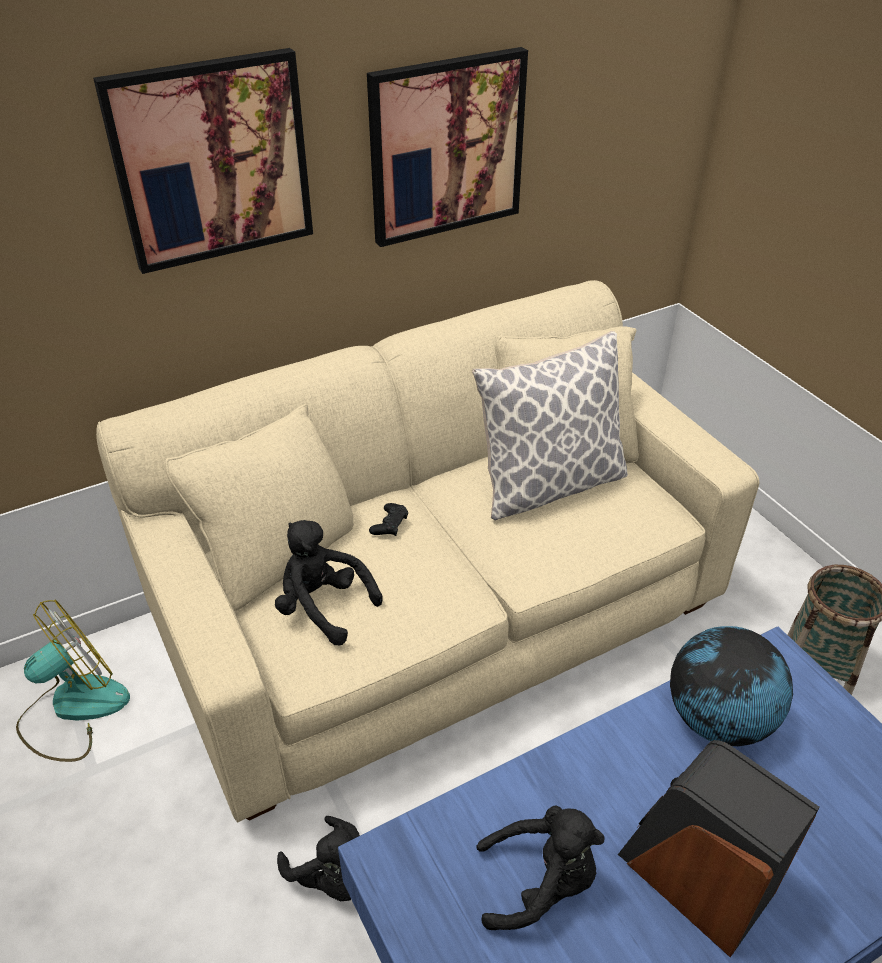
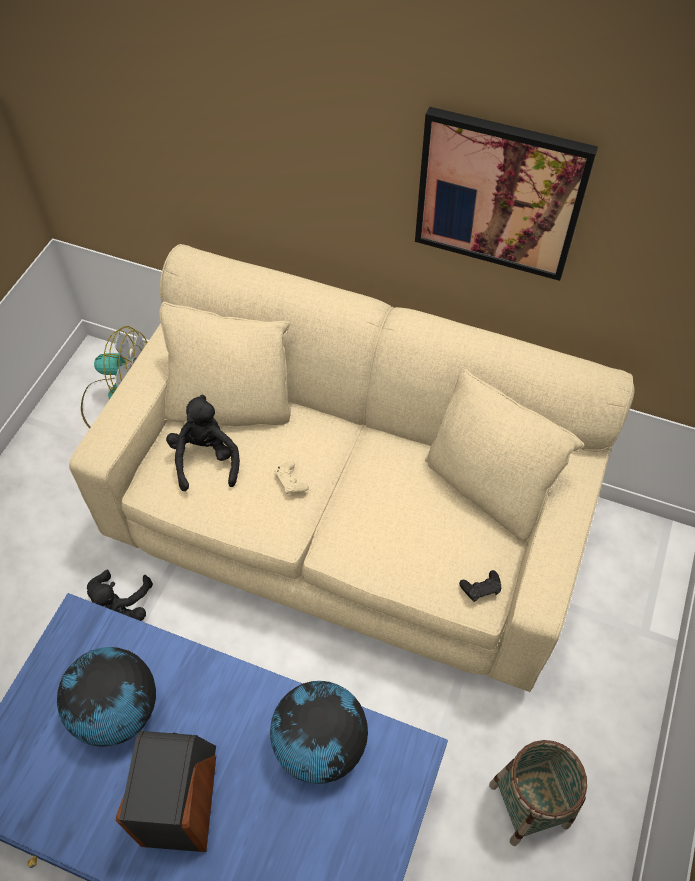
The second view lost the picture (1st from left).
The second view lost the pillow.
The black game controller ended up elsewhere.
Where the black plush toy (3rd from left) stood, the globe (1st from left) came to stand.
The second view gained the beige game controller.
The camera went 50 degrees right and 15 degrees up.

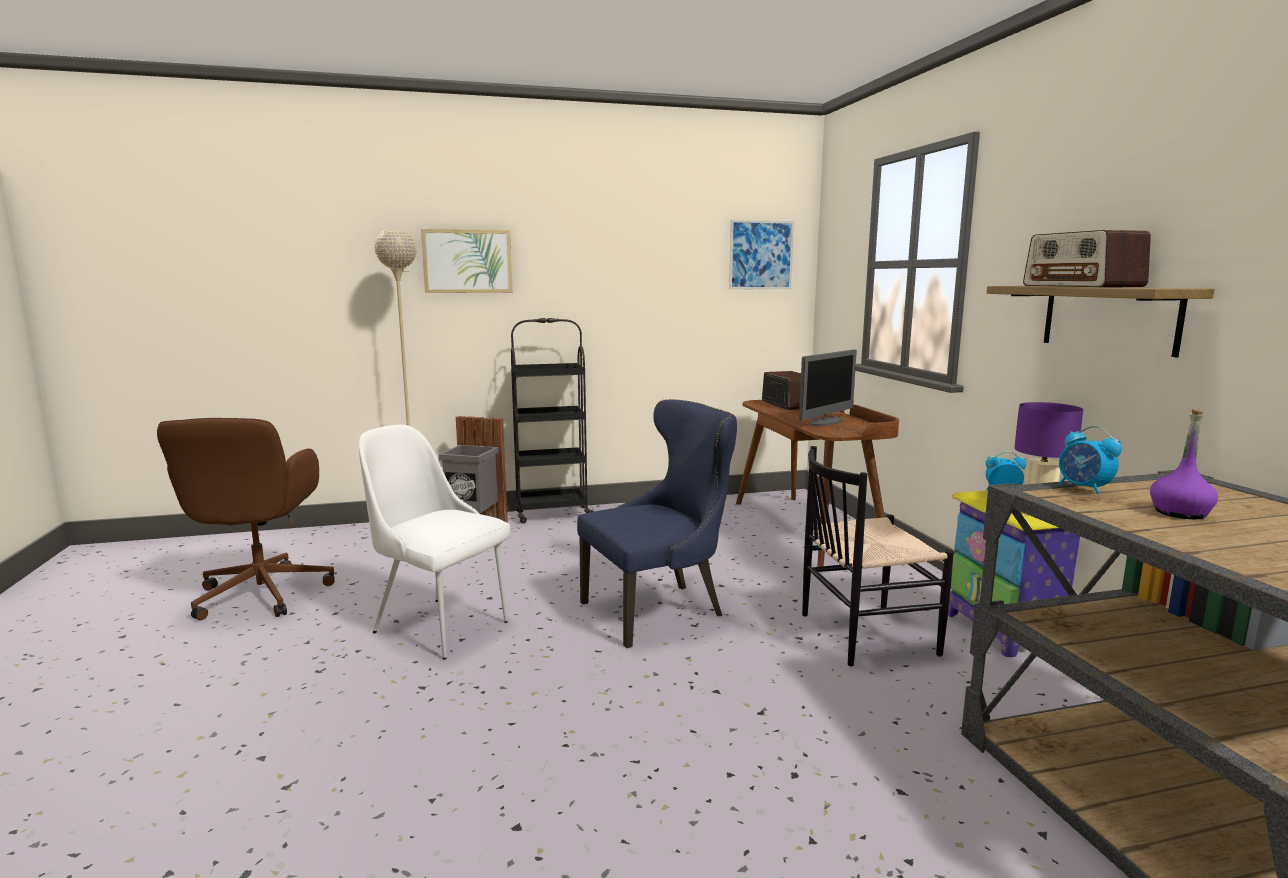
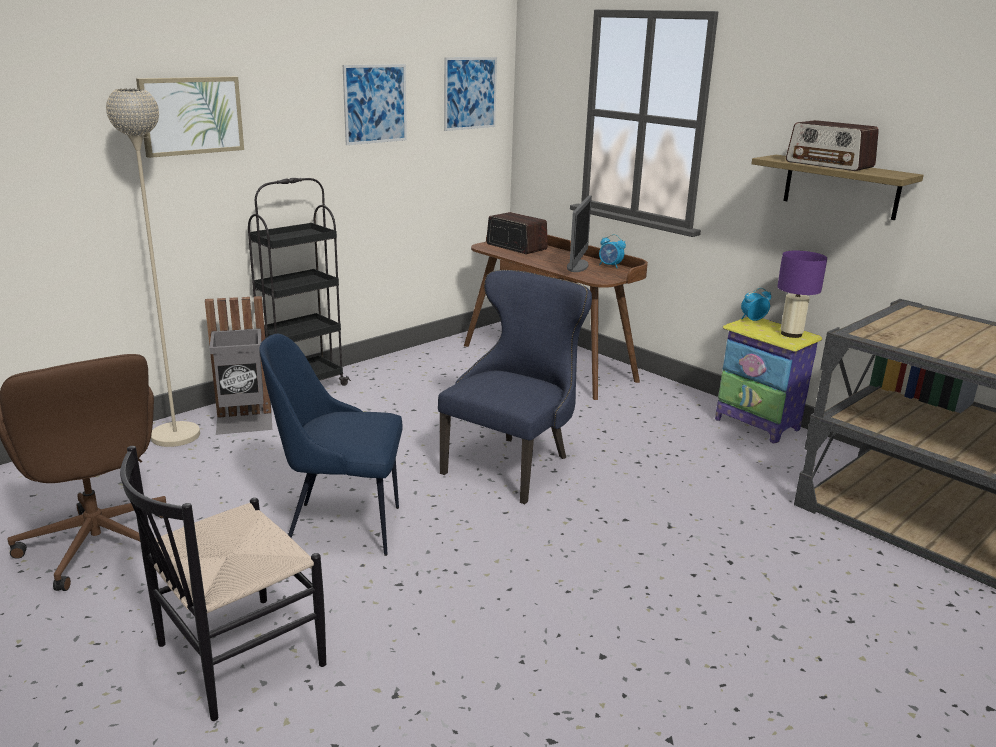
The second view lost the purple bottle.
What was the white chair turned into the blue chair (1st from left).
The alarm clock (2nd from left in the first image) ended up elsewhere.
The black chair ended up elsewhere.
The second view gained the picture (2nd from left).
The camera went 30 degrees left and 10 degrees up.

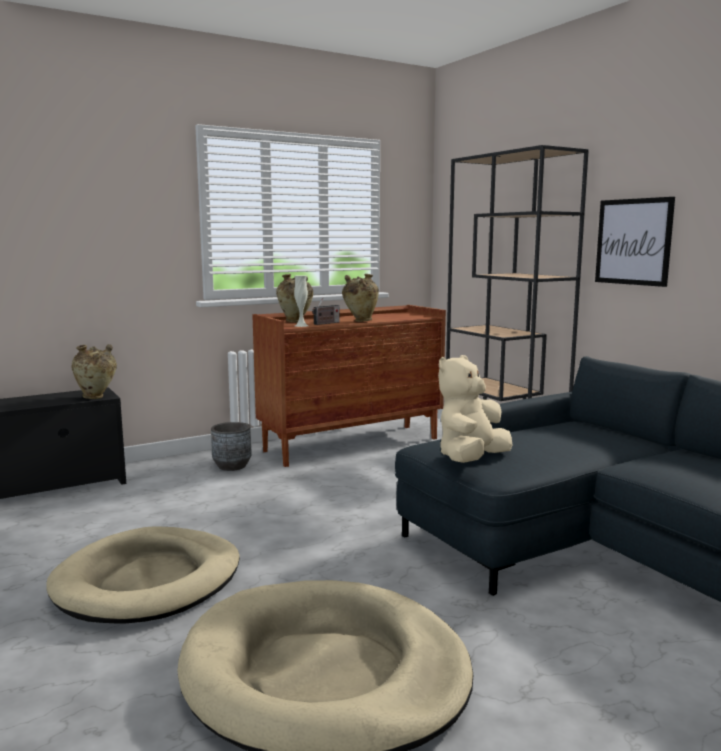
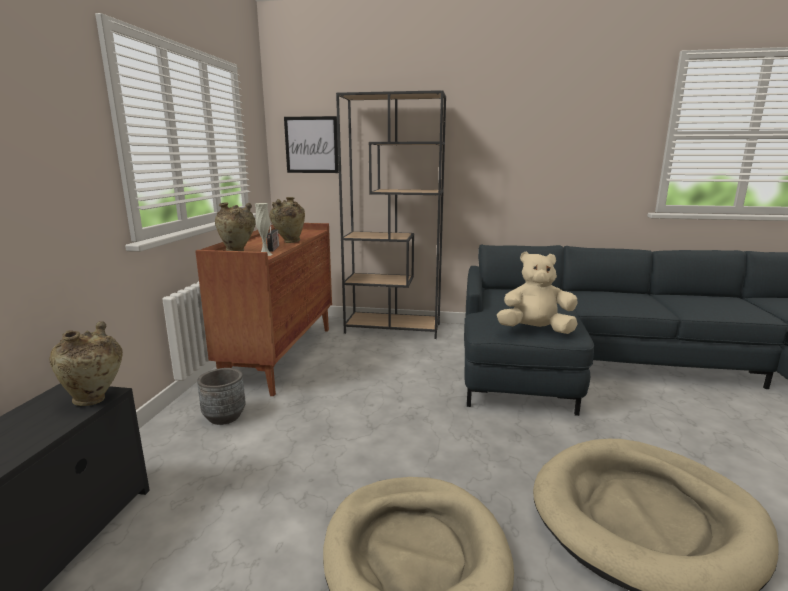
The picture ended up elsewhere.
The beige plush toy ended up facing another way, 105 degrees clockwise from before.
The camera went 50 degrees left and 5 degrees up.

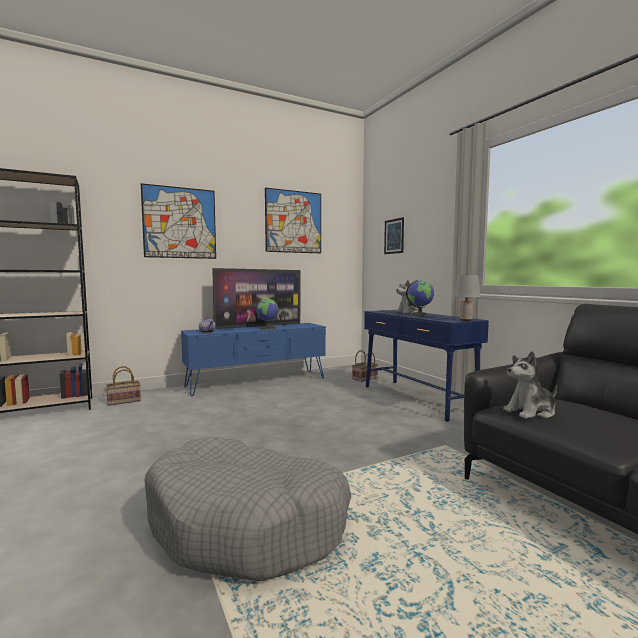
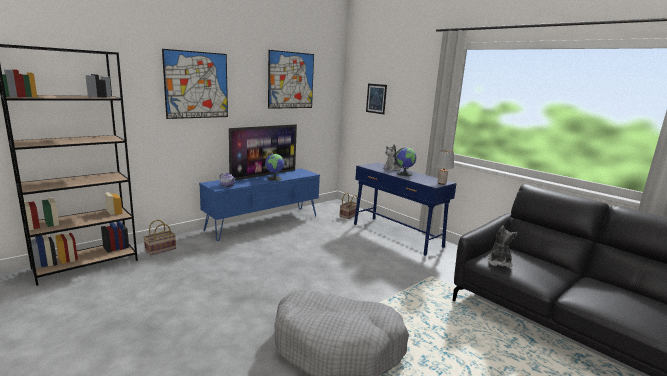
The plush toy (2nd from left) ended up facing another way, 135 degrees clockwise from before.
The camera went 15 degrees left and 10 degrees up.

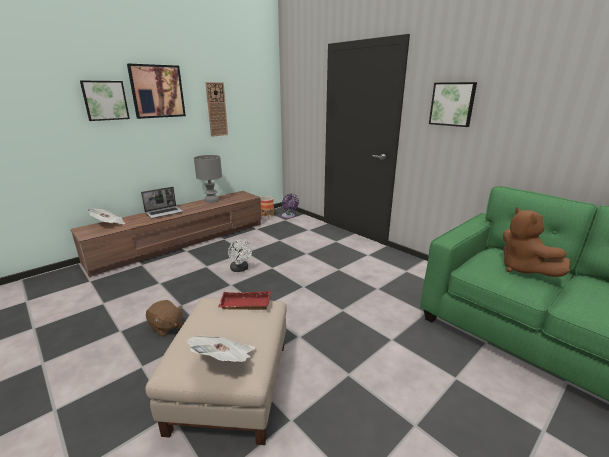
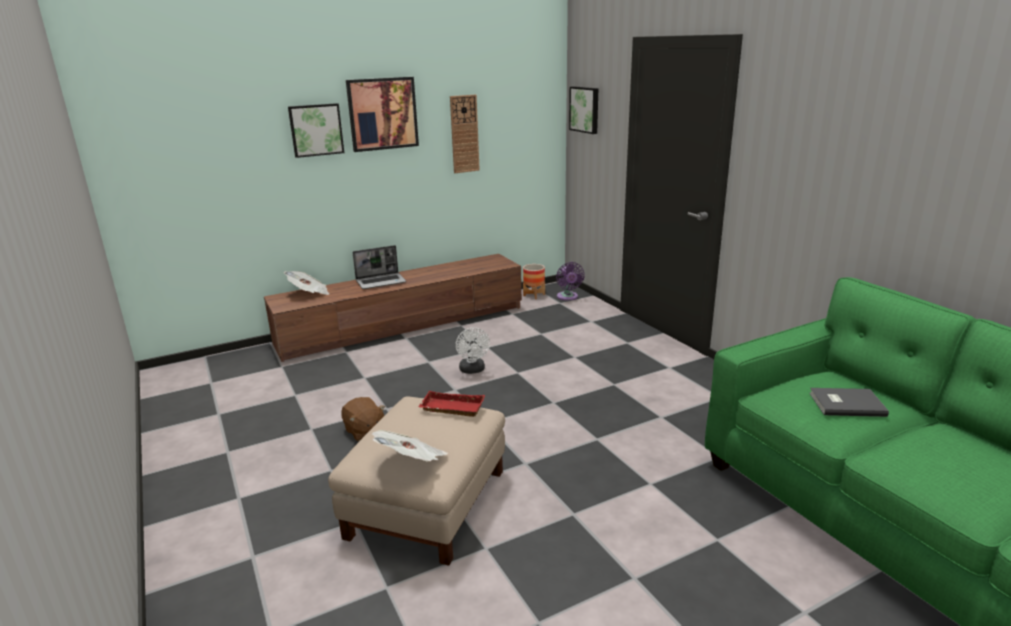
The picture (3rd from left) ended up elsewhere.
The second view lost the grey table lamp.
Where the brown plush toy (2nd from left) stood, the grey book came to stand.
The camera went 15 degrees right and 0 degrees up.

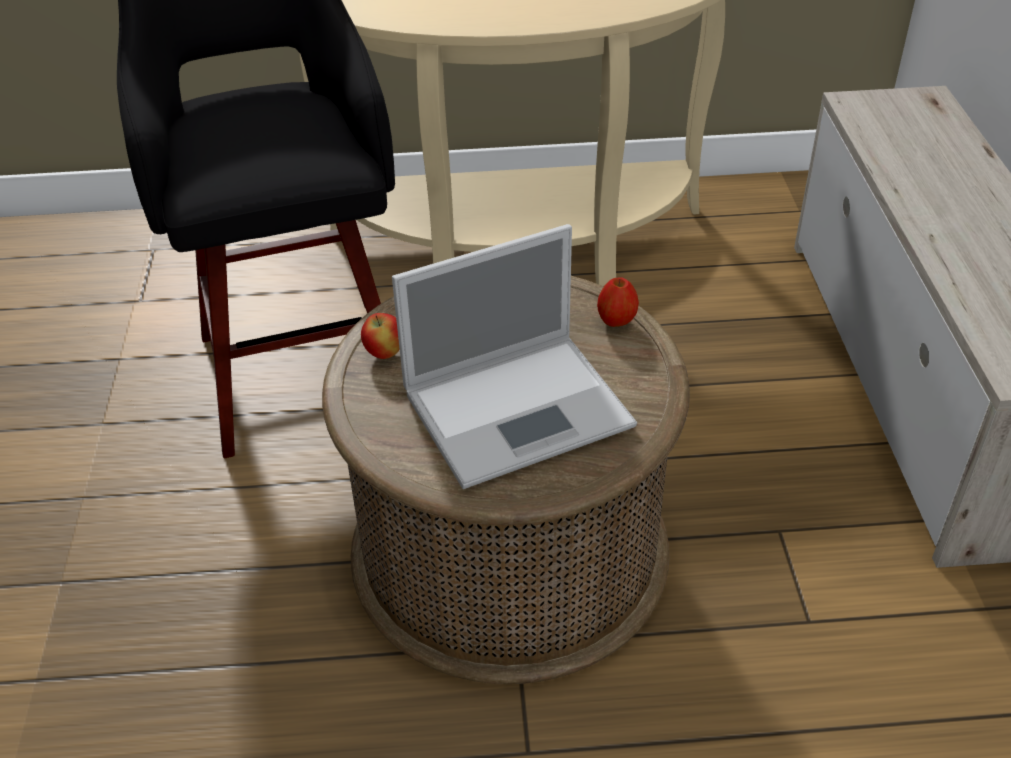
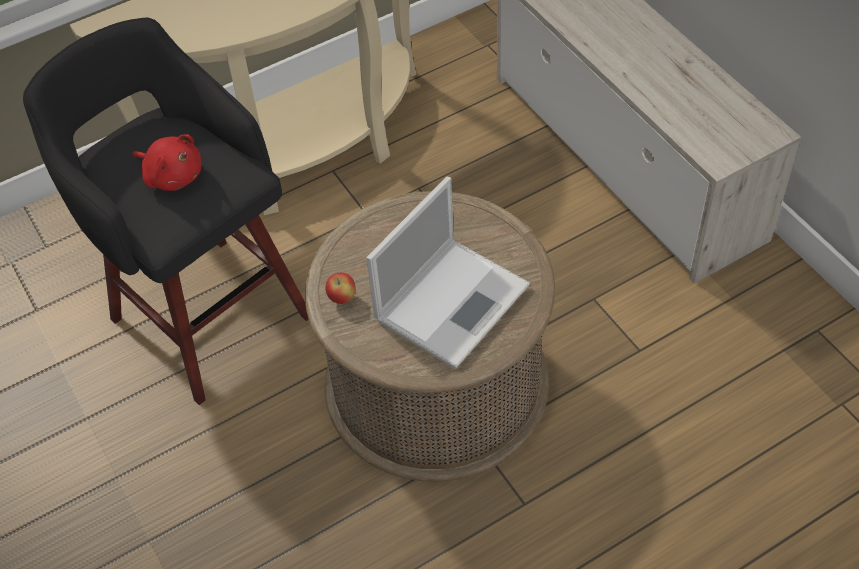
The second view lost the apple (2nd from left).
The second view gained the red plush toy.
The camera went 25 degrees left and 10 degrees up.

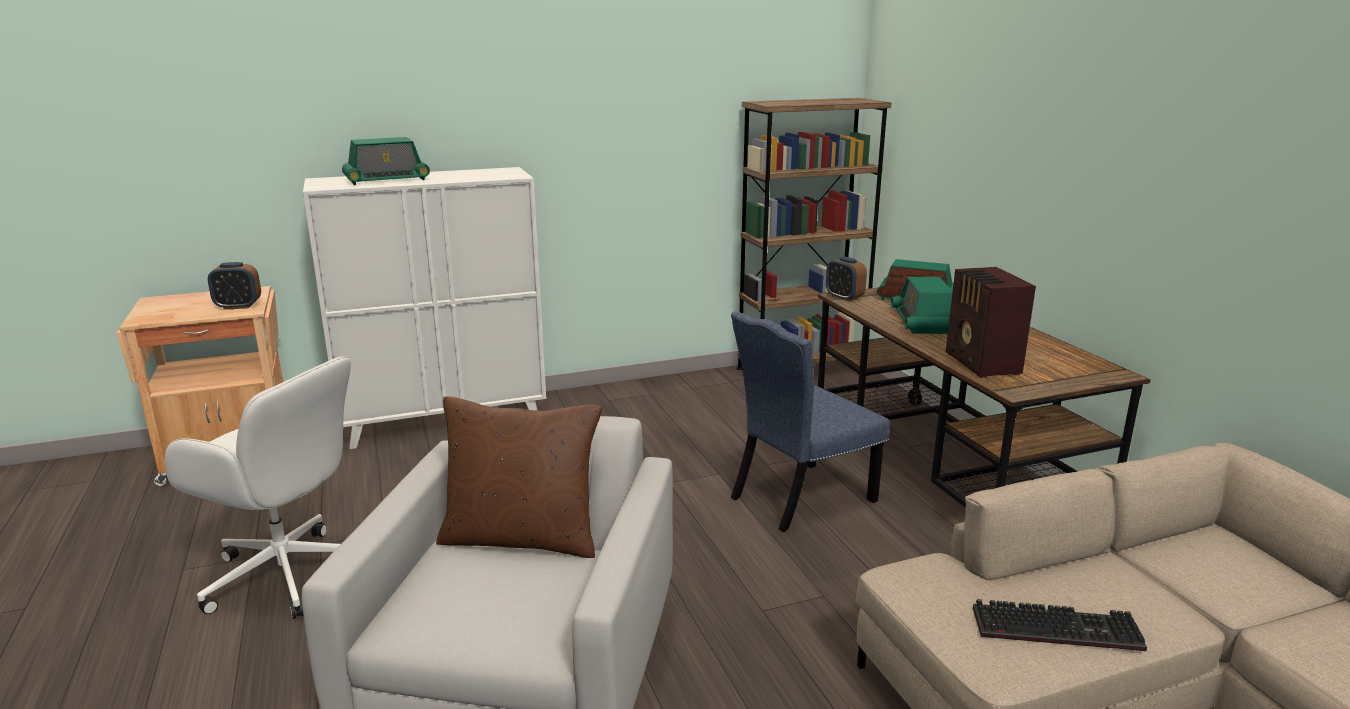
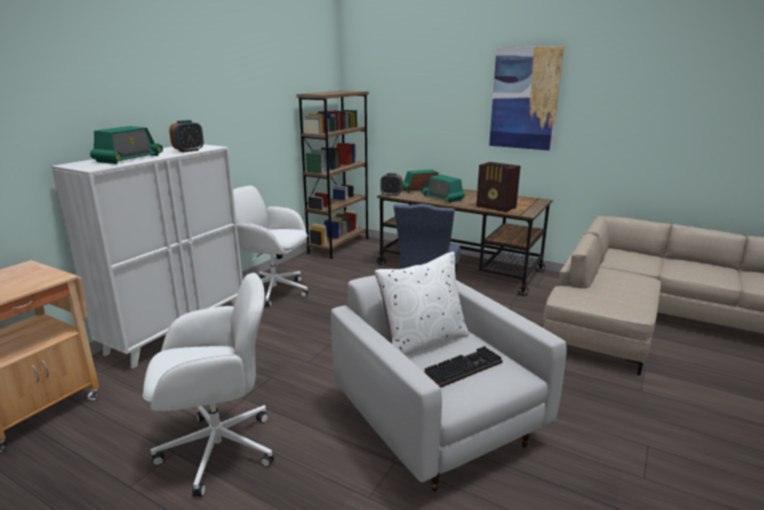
The alarm clock (1st from left) ended up elsewhere.
What was the brown pillow turned into the white pillow.
The keyboard ended up elsewhere.
The second view gained the picture.
The second view gained the white office chair (2nd from left).
The camera went 40 degrees left and 0 degrees up.

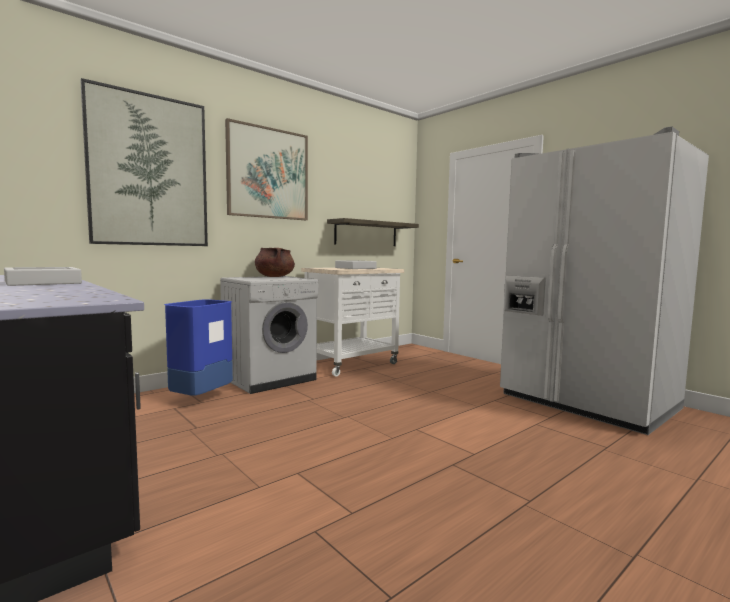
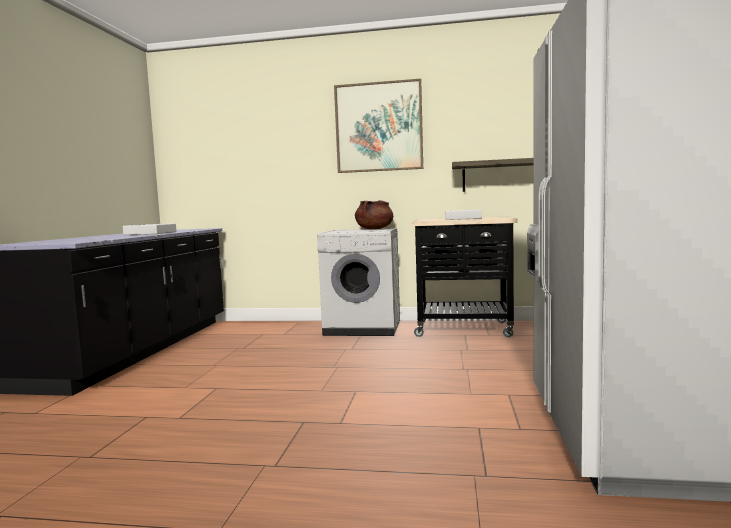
The second view lost the picture (1st from left).
What was the white cart turned into the black cart.
The second view lost the blue trash can.
The camera went 50 degrees right and 0 degrees up.

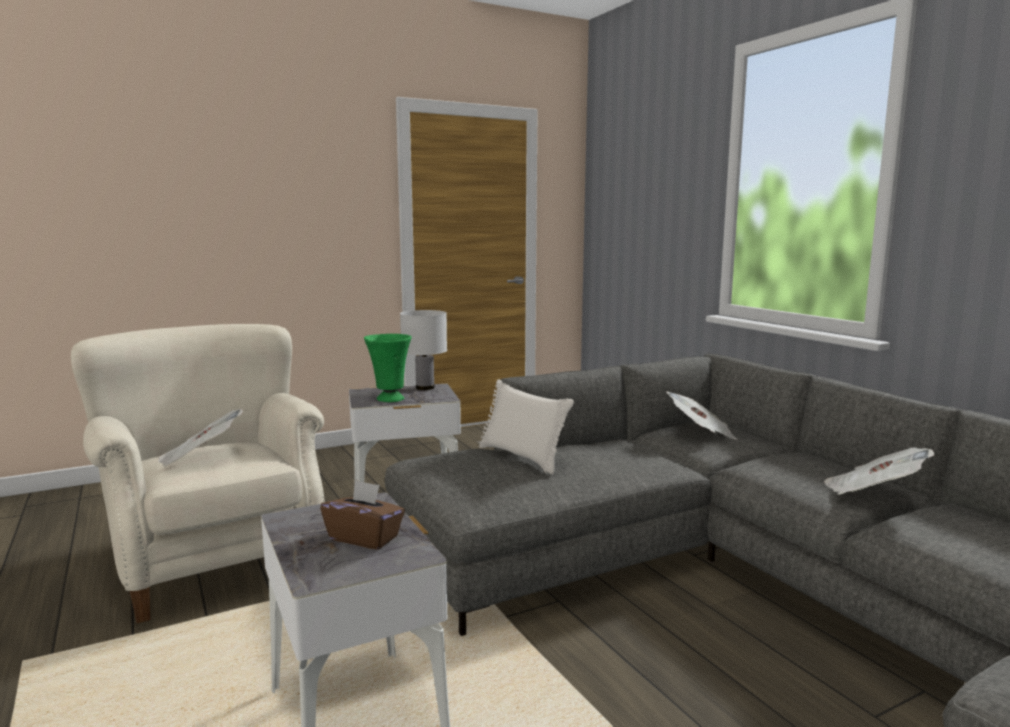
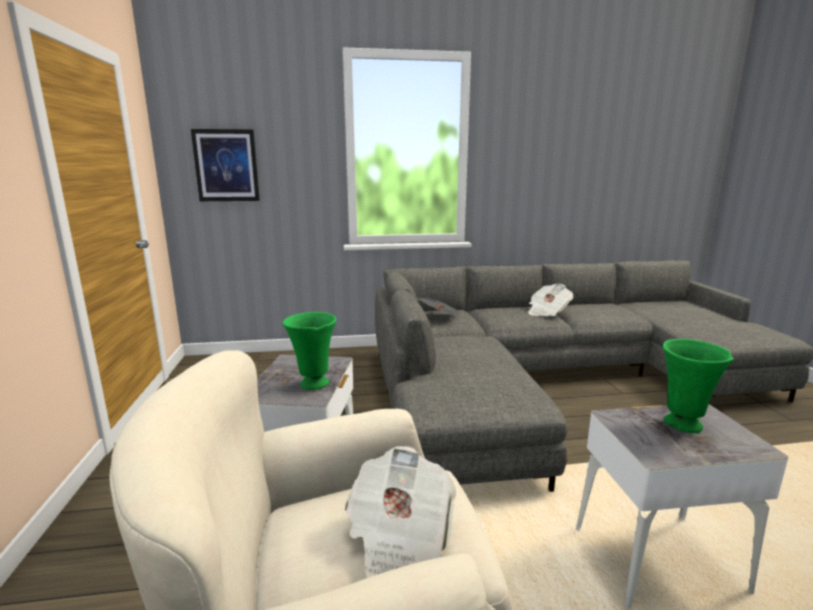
The second view lost the white table lamp.
The second view lost the white pillow.
Where the brown tissue box stood, the green vase (2nd from left) came to stand.
The second view gained the picture.
The camera went 70 degrees left and 5 degrees up.

